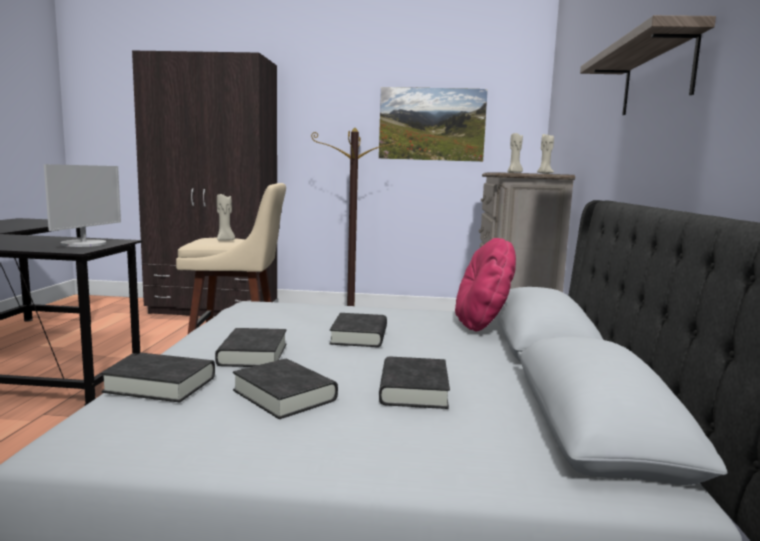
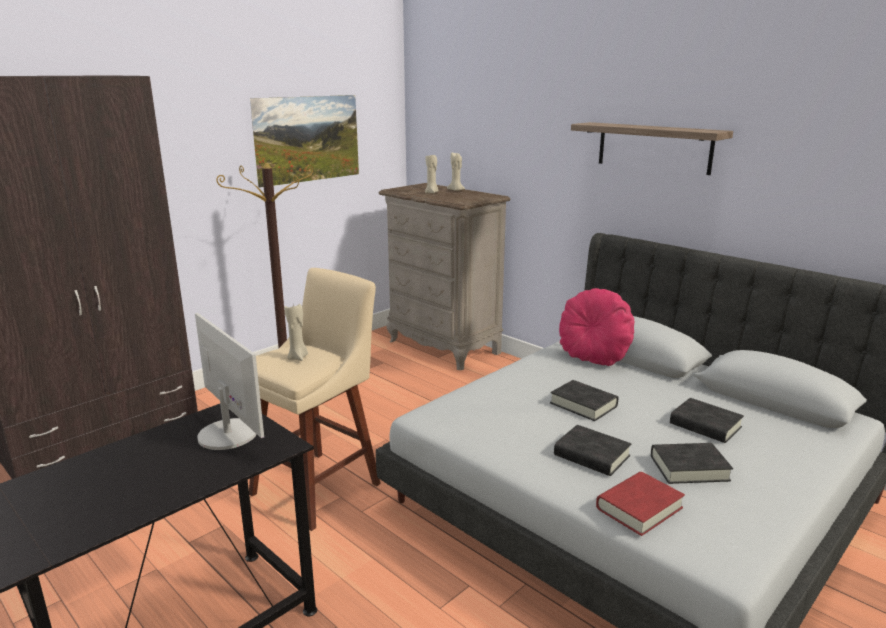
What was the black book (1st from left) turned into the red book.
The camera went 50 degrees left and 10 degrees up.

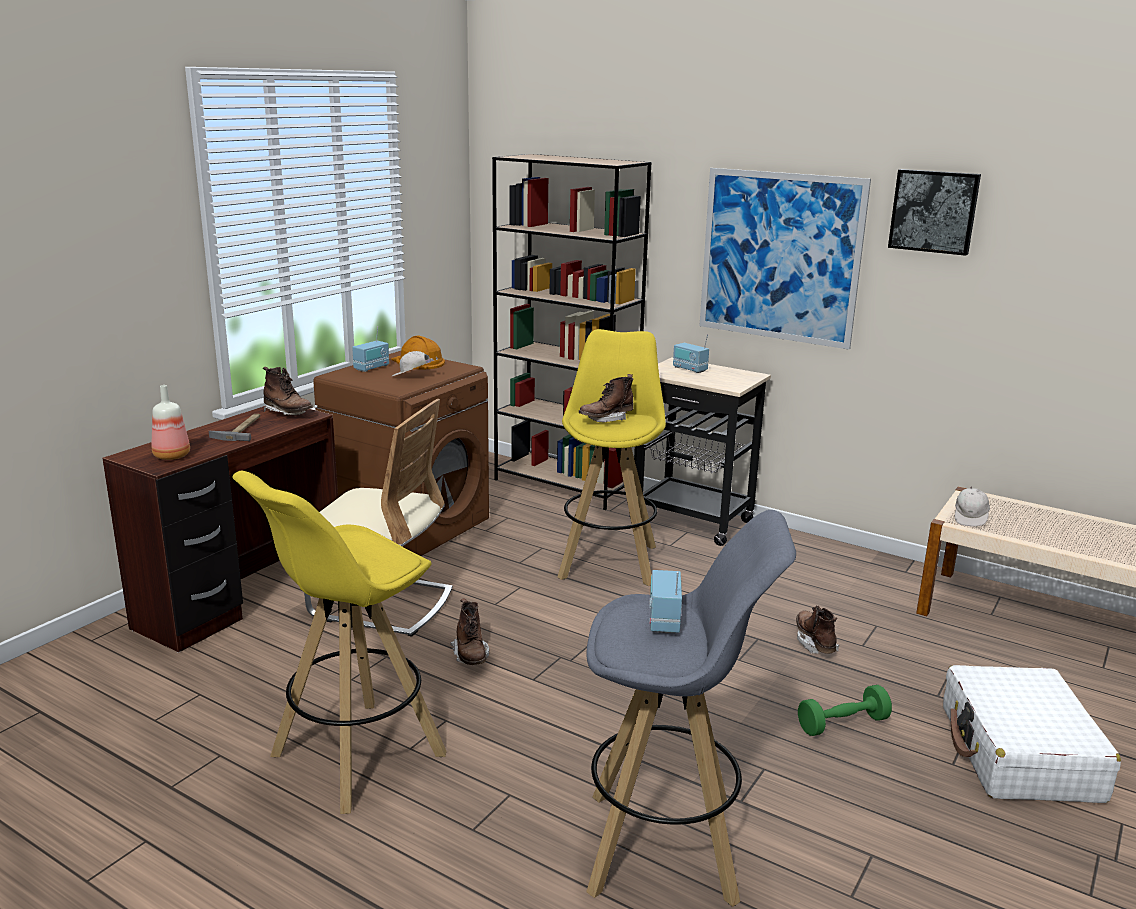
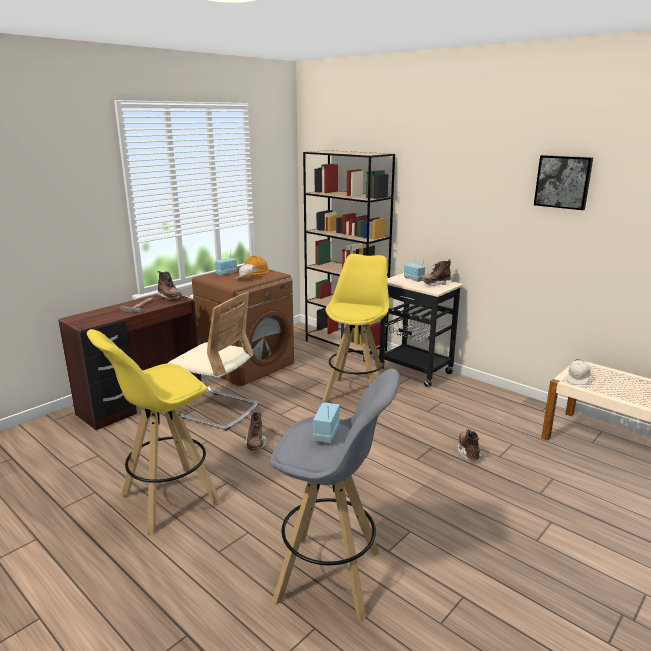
The second view lost the picture (1st from left).
The brown boot (3rd from left) ended up elsewhere.
The second view lost the bottle.
The second view lost the white suitcase.
The second view lost the green dumbbell.
The camera went 10 degrees right and 0 degrees up.

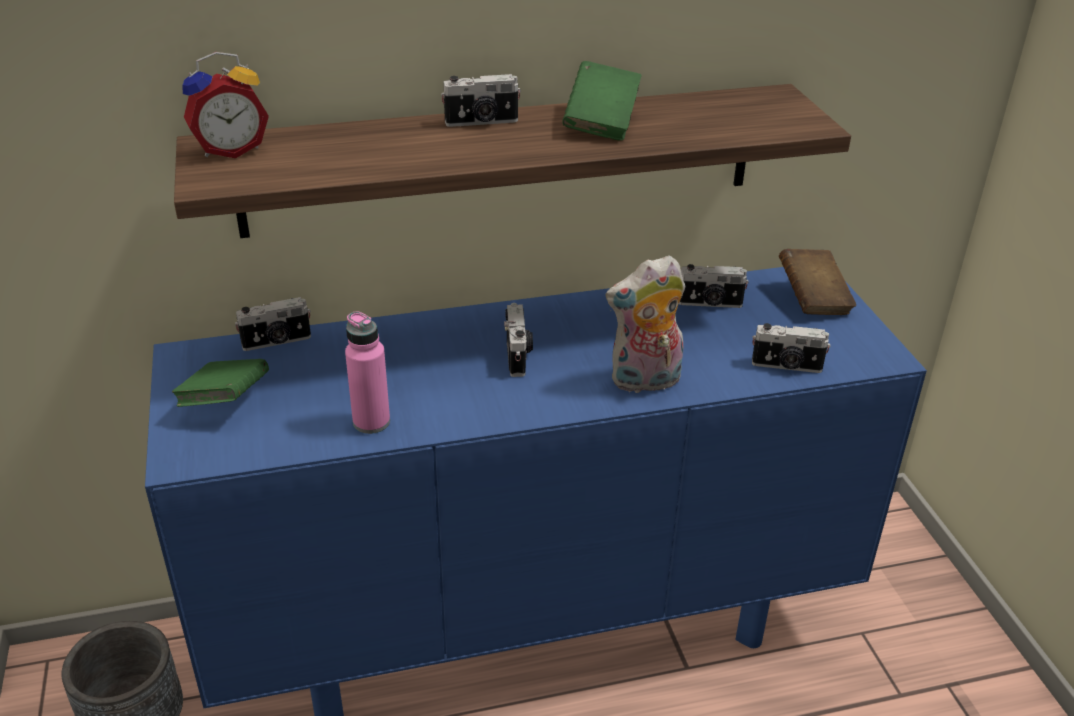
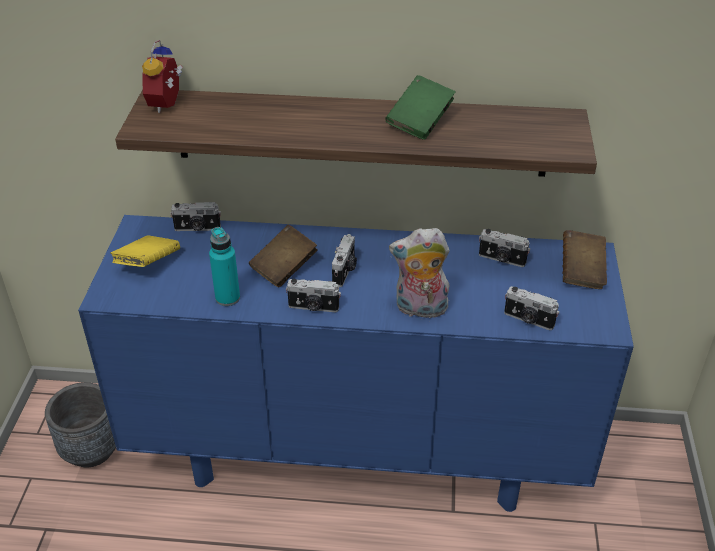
The alarm clock ended up facing another way, 105 degrees clockwise from before.
The photo camera (2nd from left) ended up elsewhere.
What was the pink bottle turned into the turquoise bottle.
What was the green book (1st from left) turned into the yellow book.
The second view gained the brown book (1st from left).
The camera went 20 degrees right and 5 degrees up.

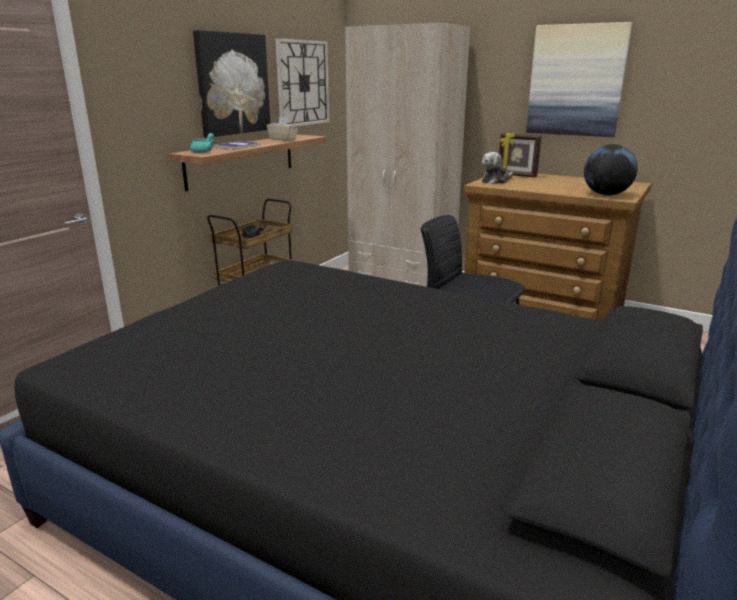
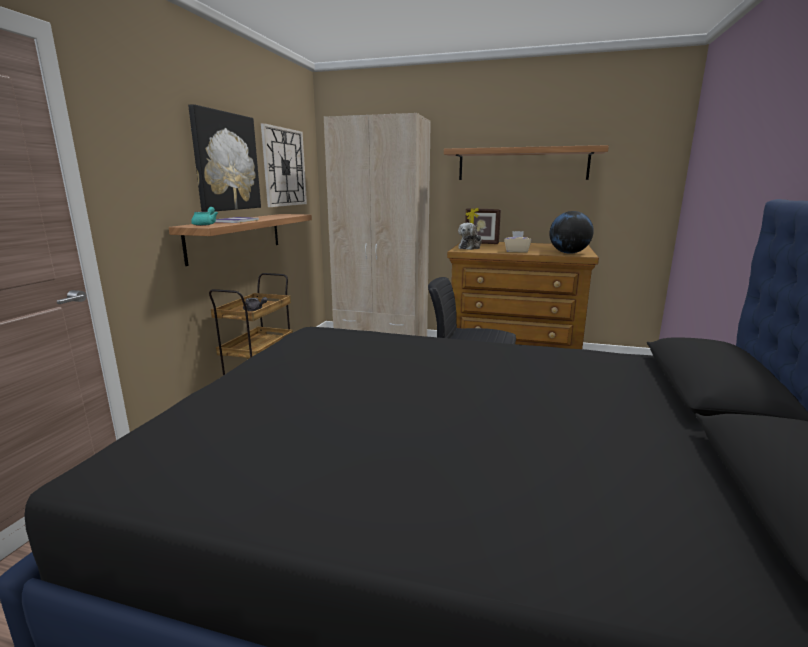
Where the picture (2nd from left) hung, the shelf (2nd from left) came to hang.
The beige tissue box ended up elsewhere.
The camera went 15 degrees left and 5 degrees down.

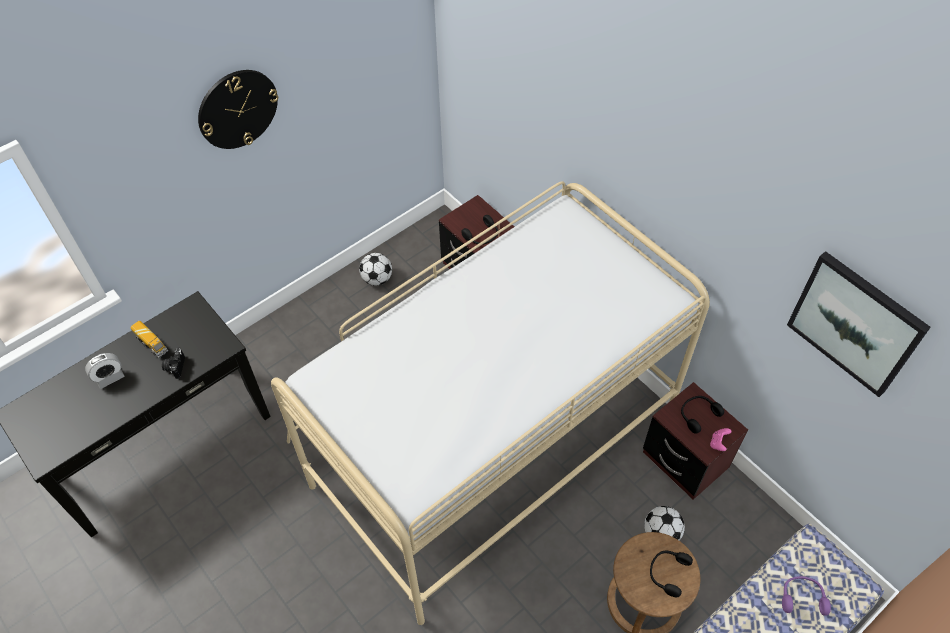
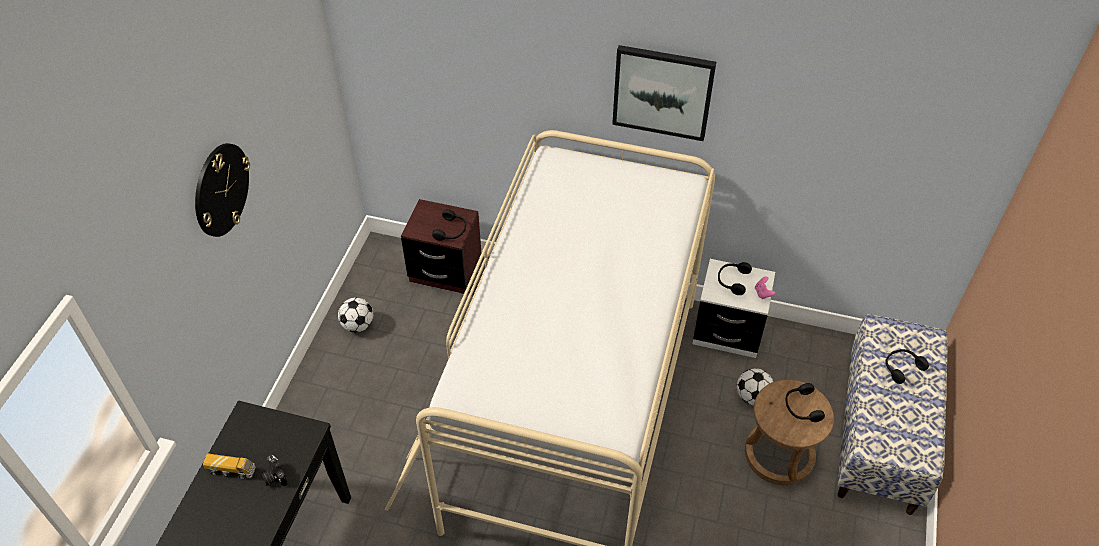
The picture ended up elsewhere.
The second view lost the alarm clock.
What was the brown nightstand (2nd from left) turned into the white nightstand.
What was the purple headphones turned into the black headphones (4th from left).
The camera went 35 degrees left and 5 degrees down.

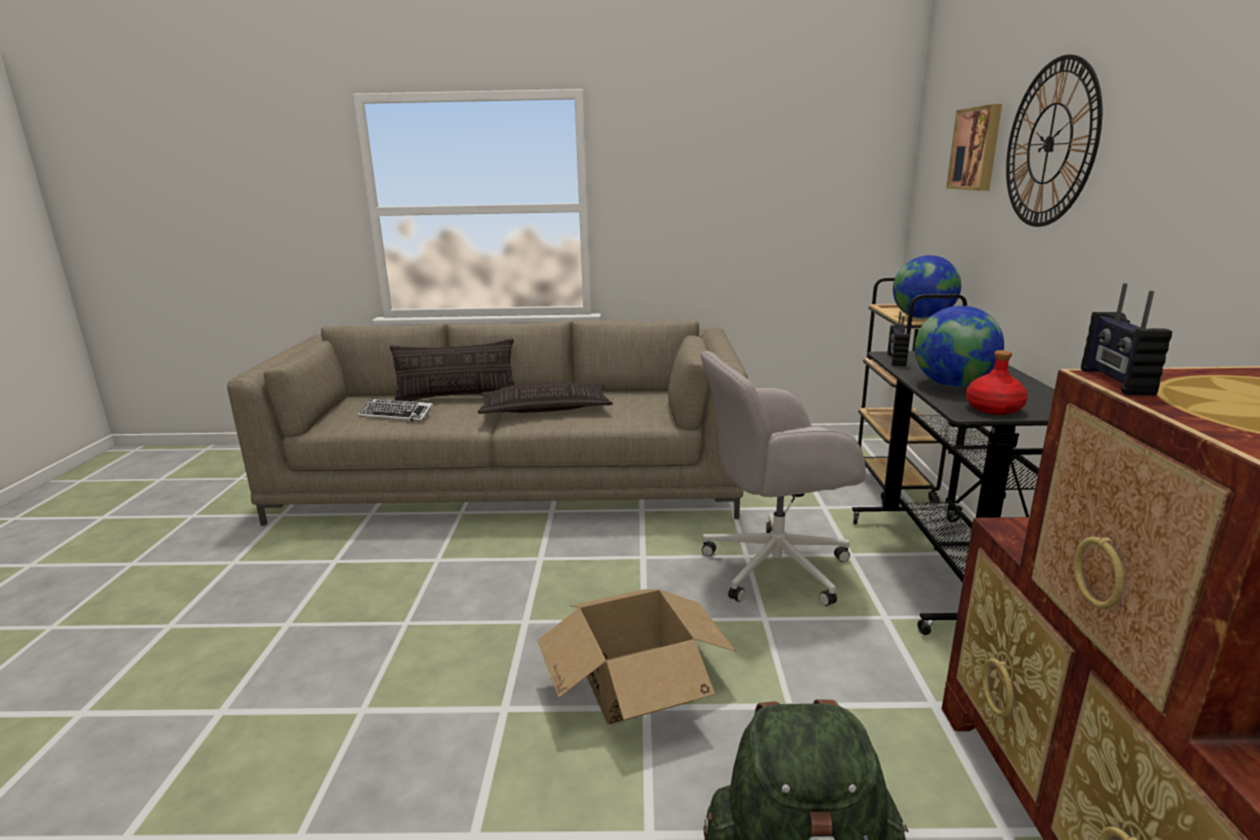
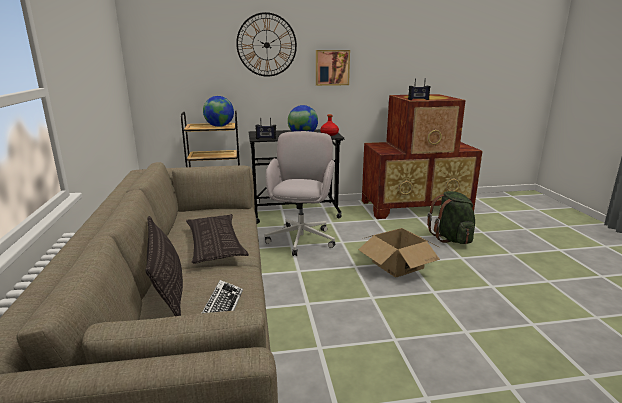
The picture ended up elsewhere.
The grey office chair ended up facing another way, 150 degrees counterclockwise from before.
The camera went 100 degrees left and 0 degrees up.

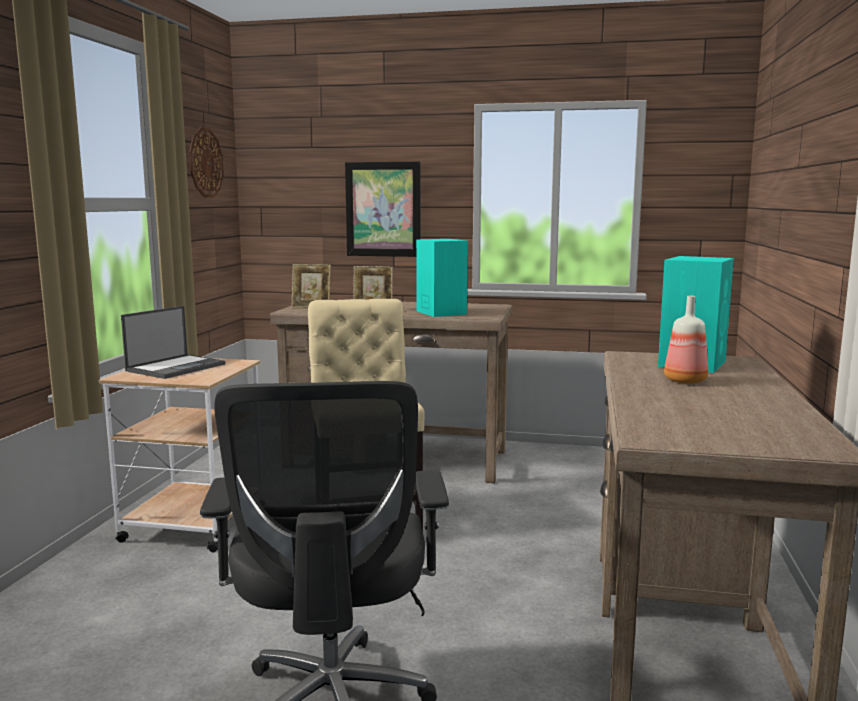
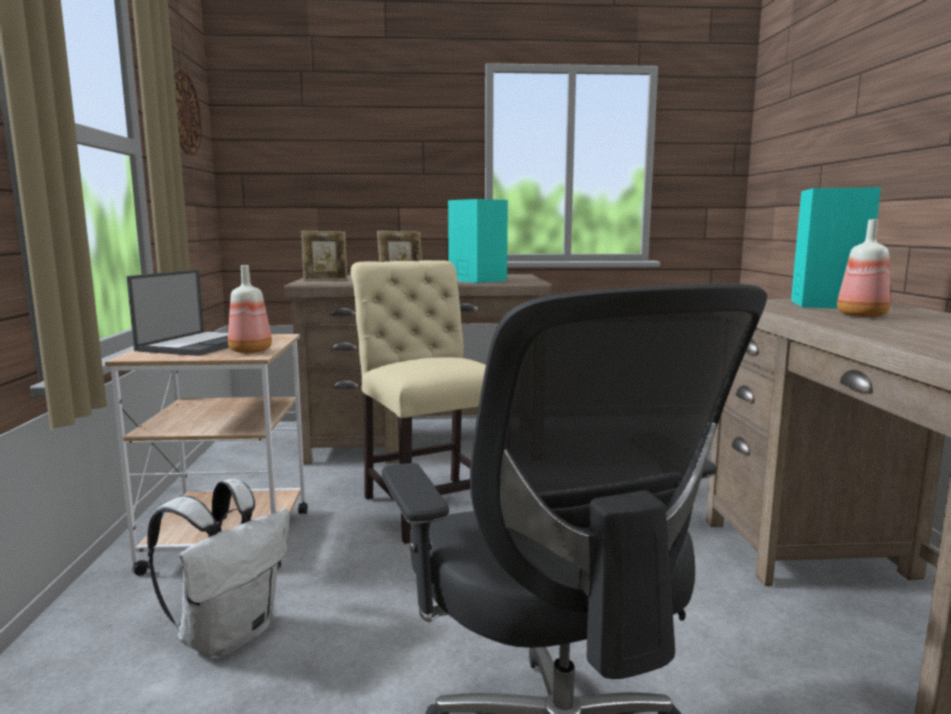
The second view lost the picture.
The second view gained the bottle (1st from left).
The second view gained the white backpack.
The camera went 15 degrees left and 0 degrees up.

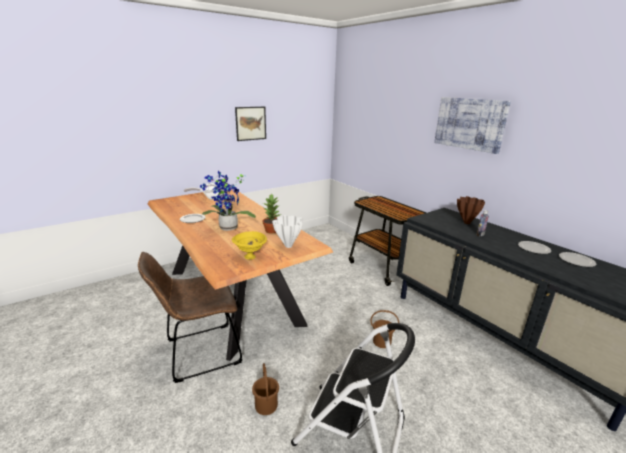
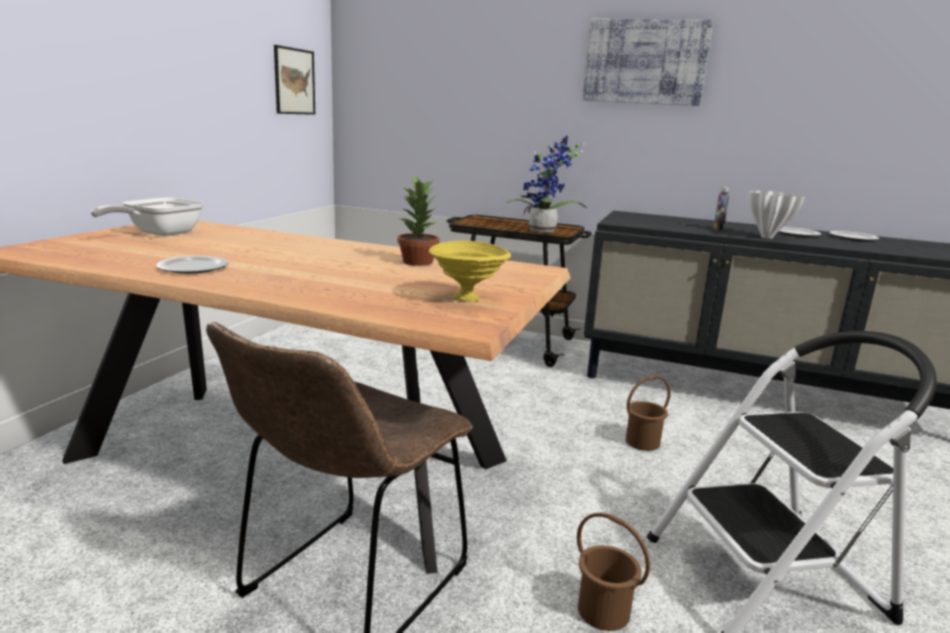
The picture (1st from left) ended up elsewhere.
The potted plant (1st from left in the first image) ended up elsewhere.
The second view lost the brown vase.
The white vase ended up elsewhere.
The camera went 35 degrees left and 5 degrees down.

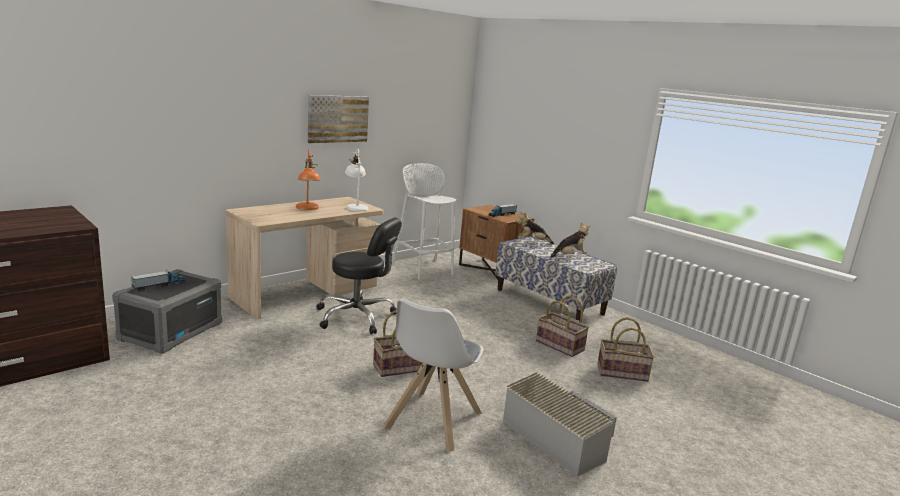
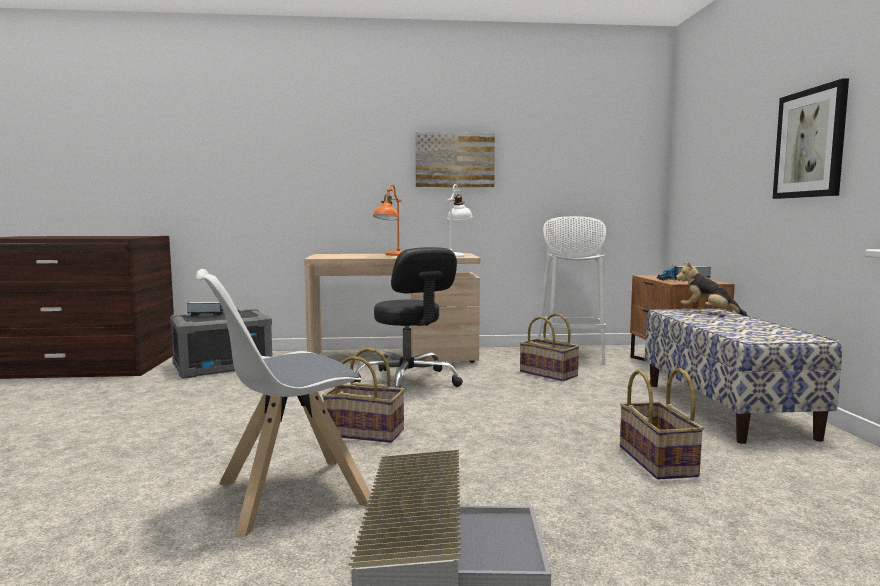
The second view lost the plush toy (2nd from left).
The basket (3rd from left in the first image) ended up elsewhere.
The second view gained the picture (2nd from left).
The camera went 40 degrees right and 10 degrees down.

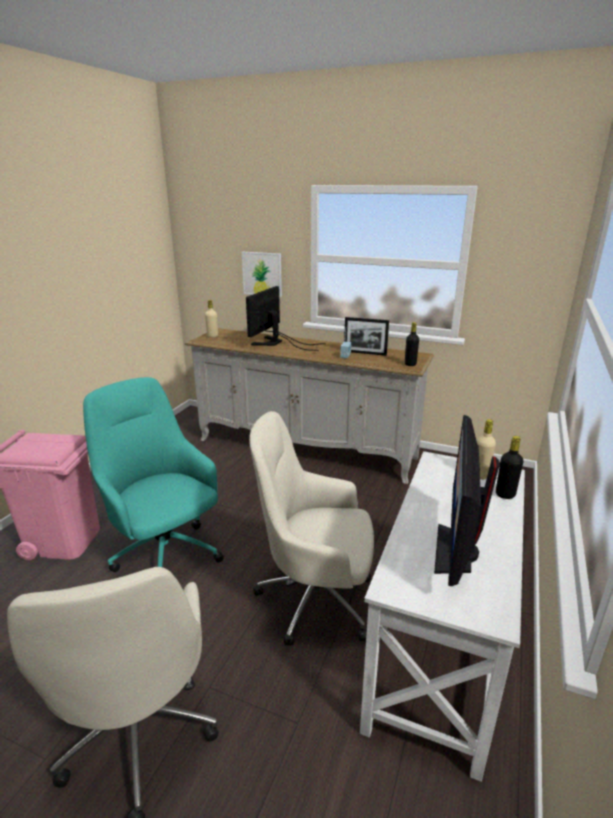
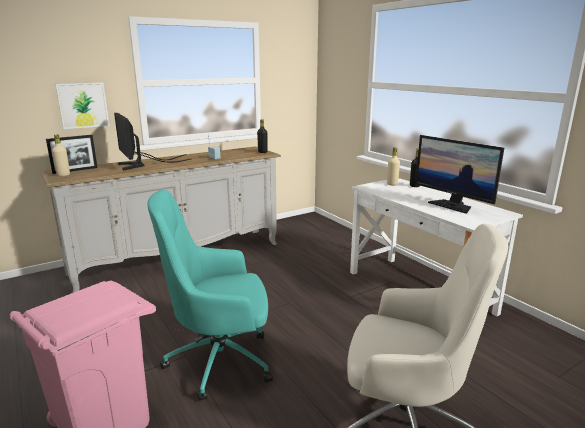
The picture frame ended up elsewhere.
The second view lost the beige office chair (2nd from left).
The camera went 55 degrees left and 5 degrees down.

